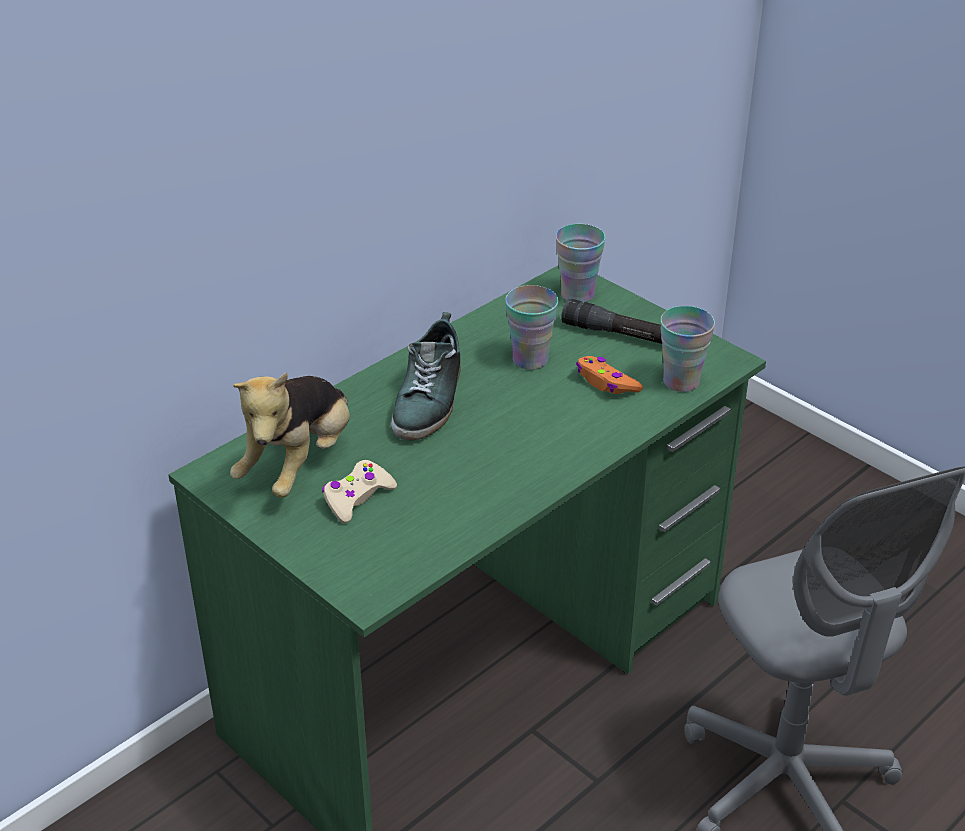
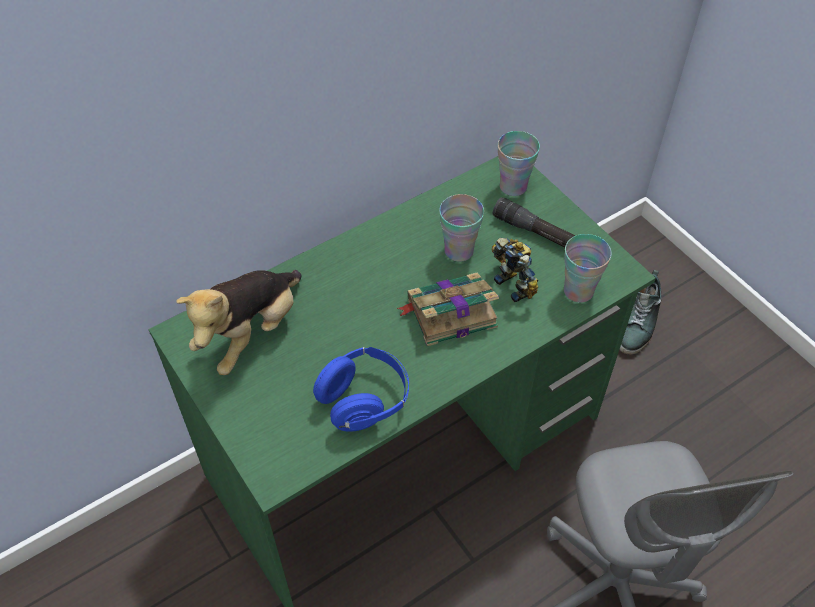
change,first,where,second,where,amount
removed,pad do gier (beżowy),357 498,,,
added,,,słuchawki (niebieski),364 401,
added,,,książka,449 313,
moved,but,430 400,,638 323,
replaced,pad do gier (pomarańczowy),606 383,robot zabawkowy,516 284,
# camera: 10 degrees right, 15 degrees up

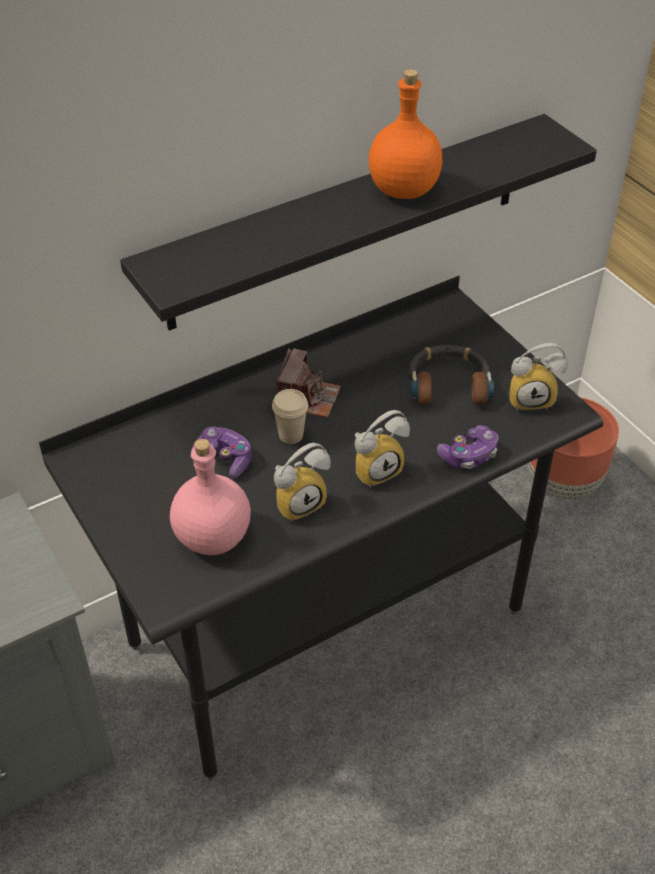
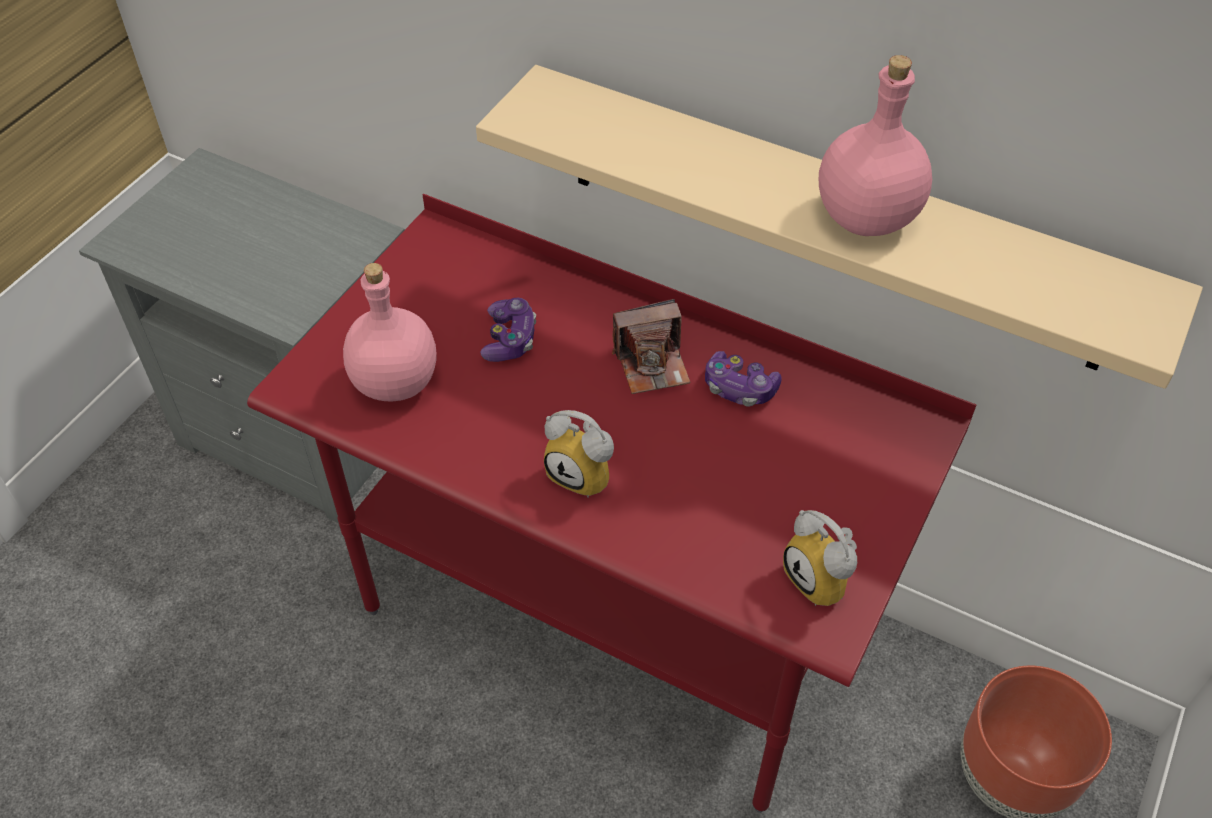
change,first,where,second,where,amount
removed,filiżanka (beżowy),291 435,,,
removed,budzik,299 502,,,
removed,słuchawki,448 384,,,
moved,pad do gier,469 455,,739 388,
recoloured,biurko (czarny),326 628,biurko (czerwony),607 622,
recoloured,półka (czarny),348 222,półka (beżowy),830 218,
recoloured,butelka (pomarańczowy),405 190,butelka (różowy),866 219,
# camera: 60 degrees right, 5 degrees up

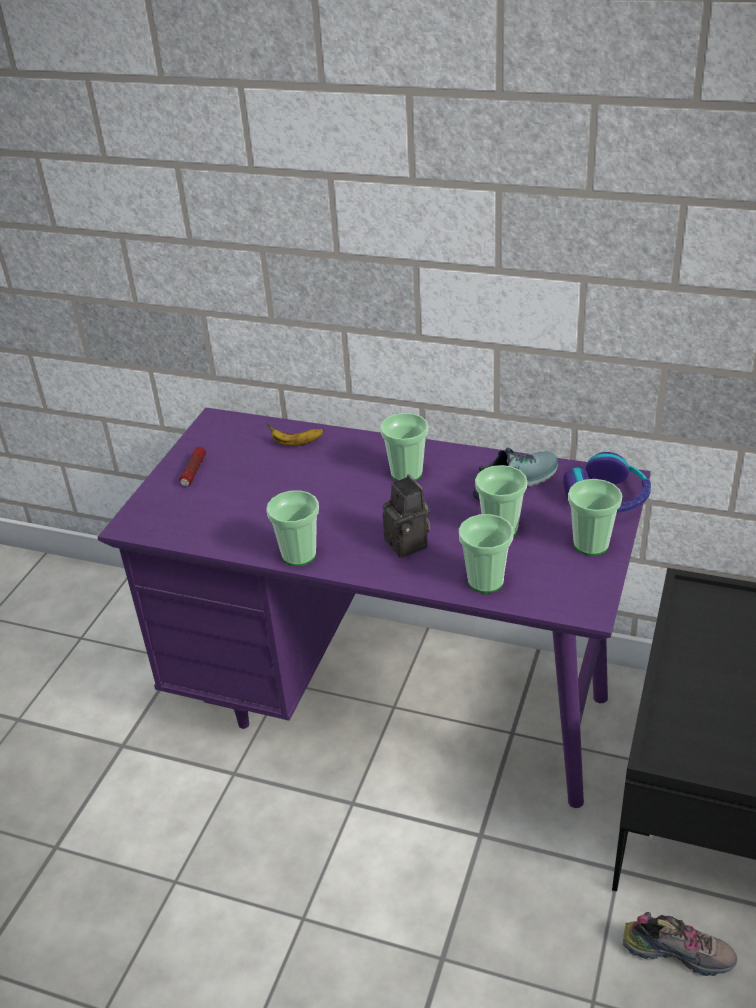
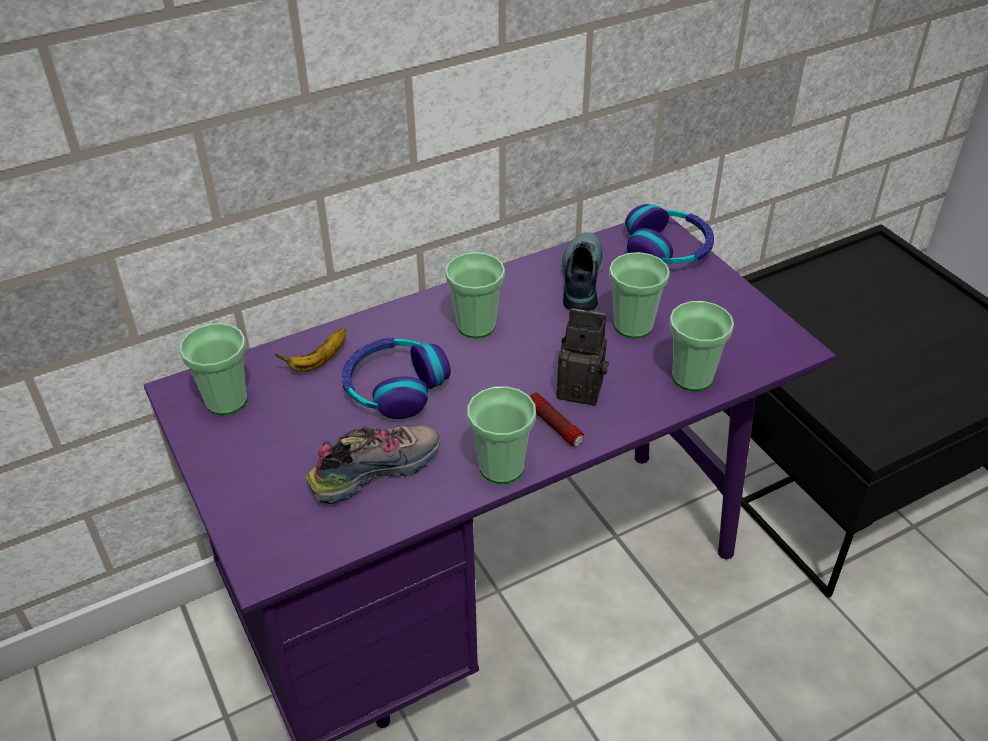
change,first,where,second,where,amount
added,,,słuchawki,394 387,
moved,latarka,193 472,,554 426,
moved,filiżanka,591 544,,226 400,
moved,but,678 951,,375 470,
# camera: 50 degrees left, 5 degrees up

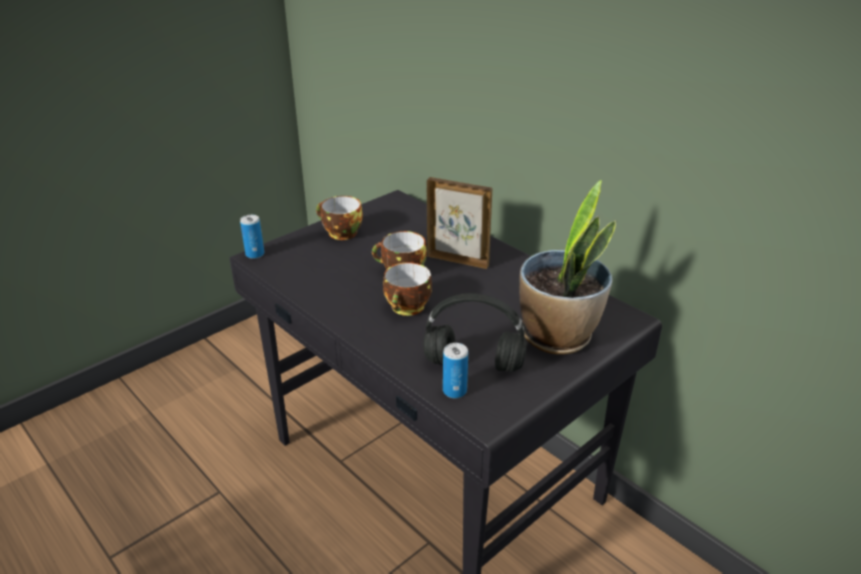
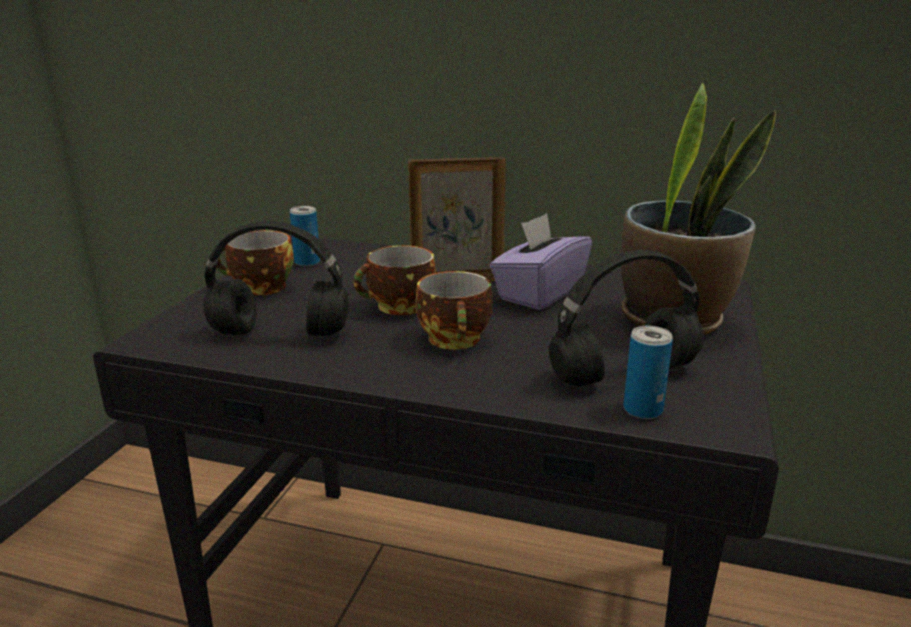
change,first,where,second,where,amount
added,,,słuchawki (czarny),282 333,
added,,,pudełko chusteczek (fioletowy),539 293,
moved,puszka,255 254,,307 262,
# camera: 30 degrees left, 10 degrees down

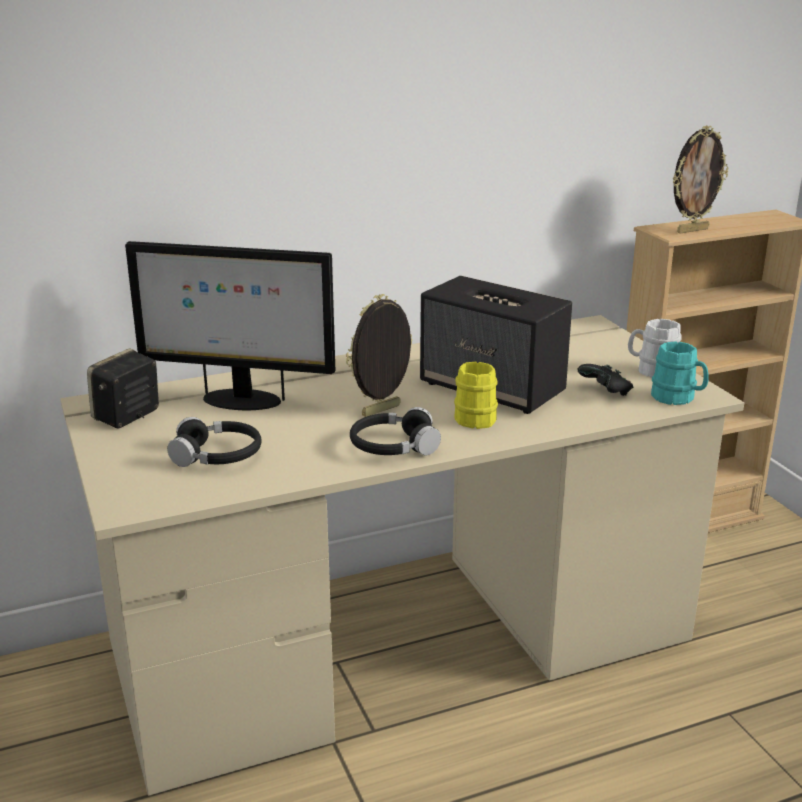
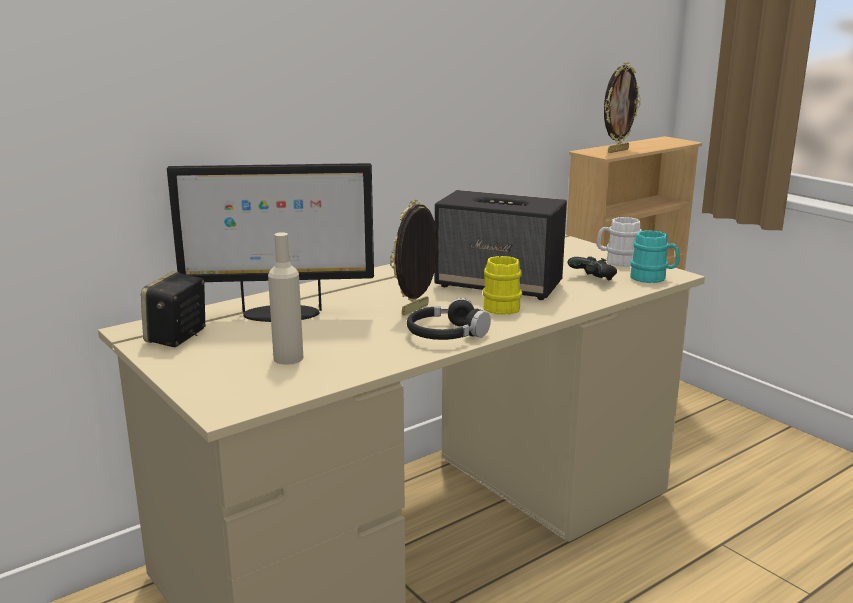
change,first,where,second,where,amount
replaced,słuchawki (czarny),217 455,butelka (beżowy),288 358,
# camera: 15 degrees left, 5 degrees down

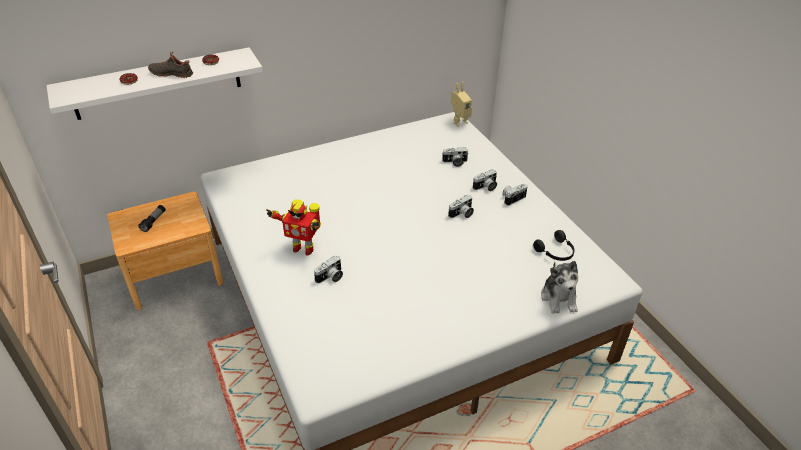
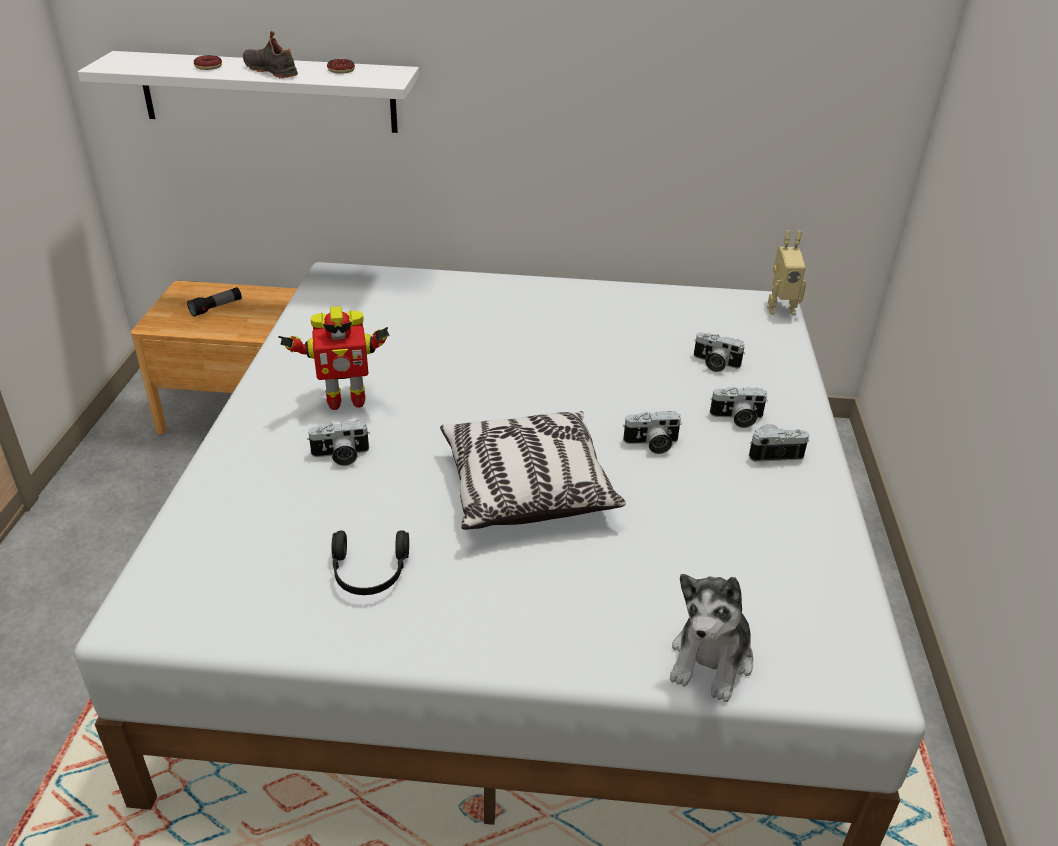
change,first,where,second,where,amount
added,,,poduszka,526 488,
moved,słuchawki (czarny),556 252,,369 573,
turned,robot zabawkowy,303 248,,344 400,60 degrees counterclockwise
# camera: 30 degrees right, 5 degrees down

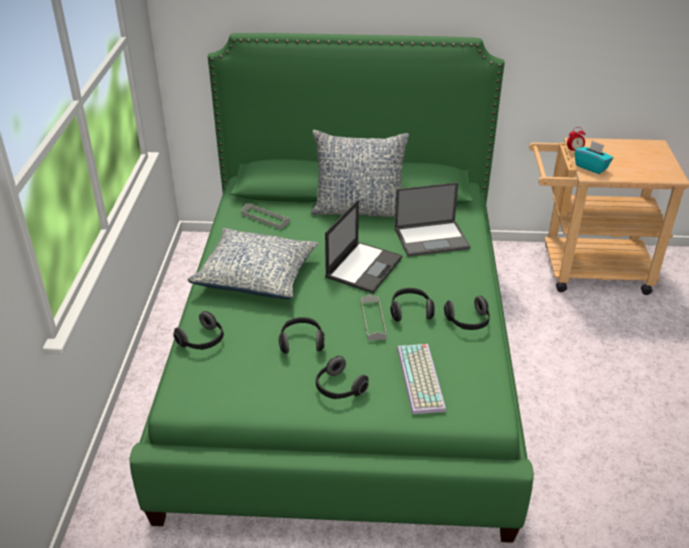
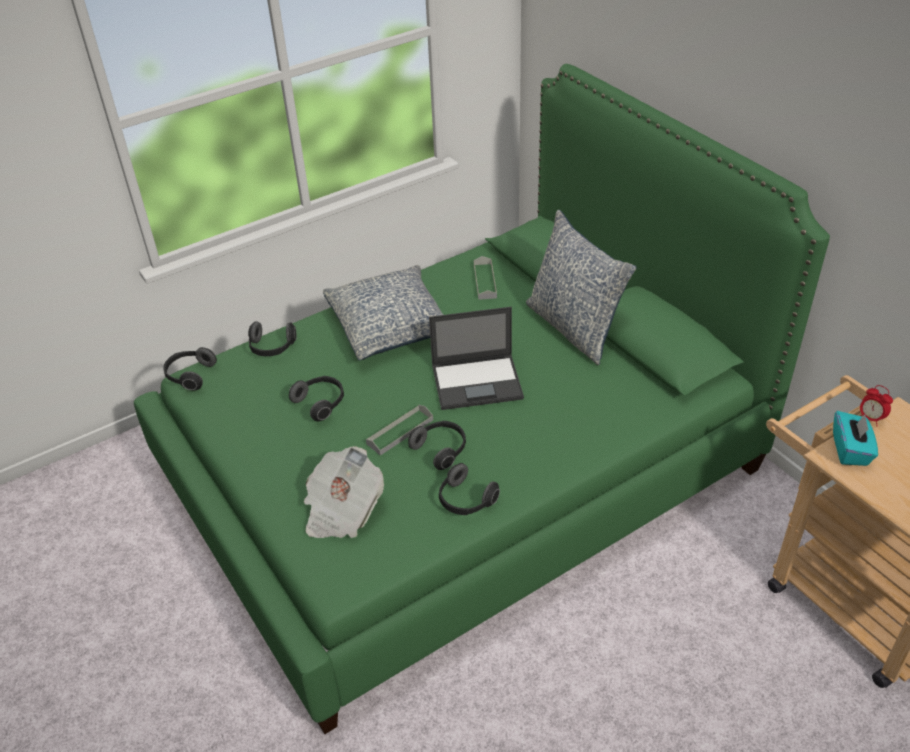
change,first,where,second,where,amount
removed,laptop,432 238,,,
moved,słuchawki,339 389,,190 376,
replaced,klawiatura,422 379,gazeta,342 510,
# camera: 55 degrees right, 5 degrees up

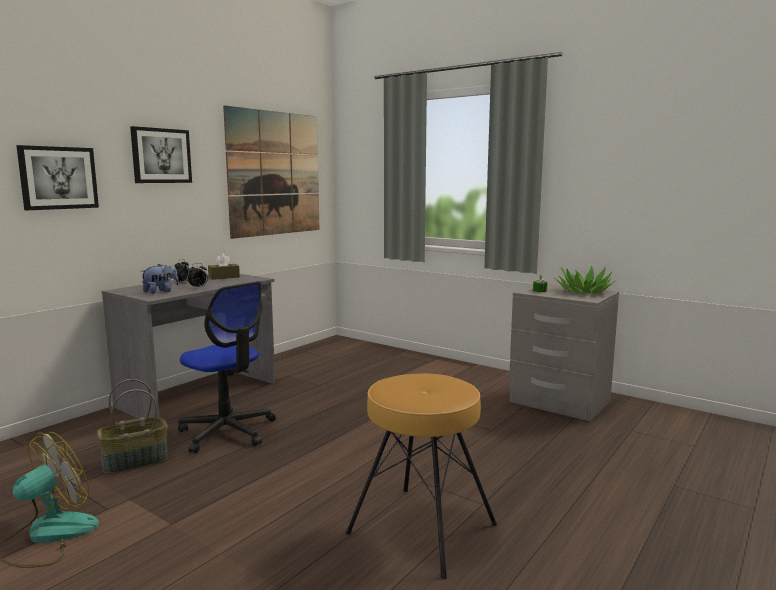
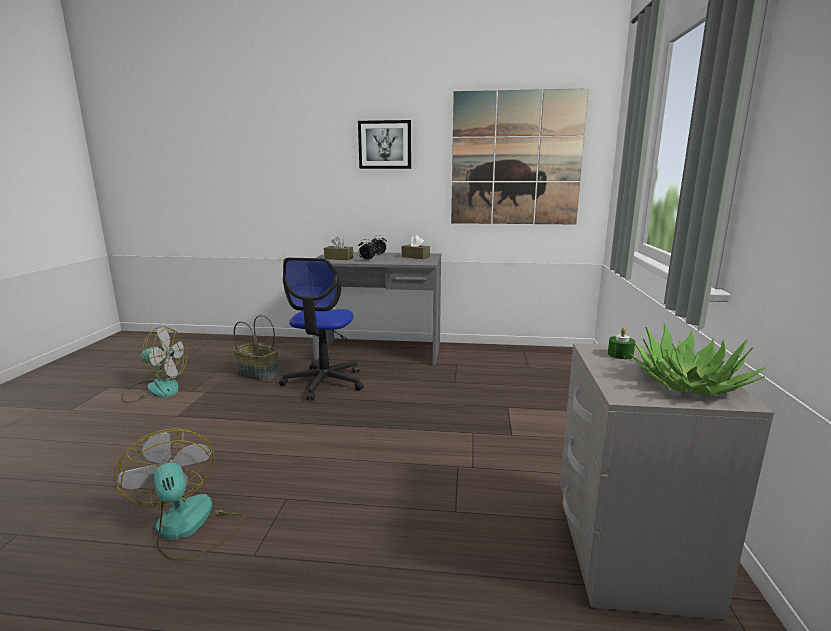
change,first,where,second,where,amount
removed,obraz,58 178,,,
replaced,pluszak,161 292,pudełko chusteczek (brązowy),339 258,
replaced,stołek (brązowy),421 529,wentylator,188 527,
# camera: 60 degrees right, 5 degrees up

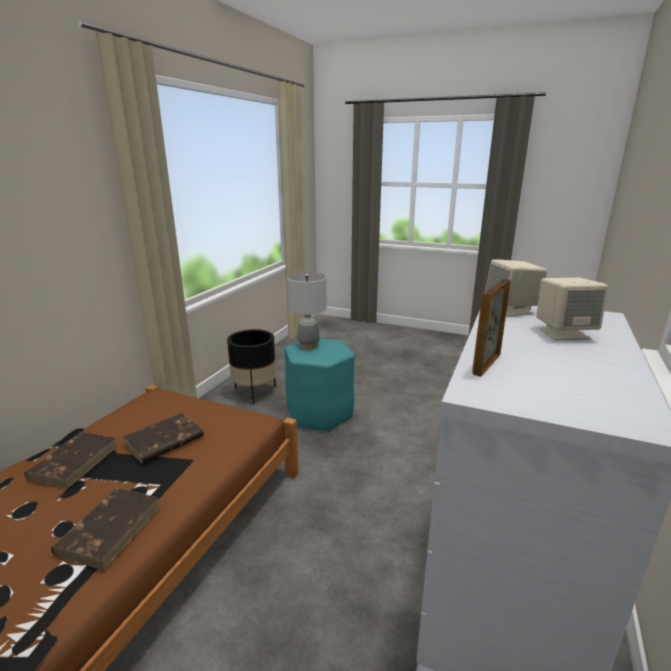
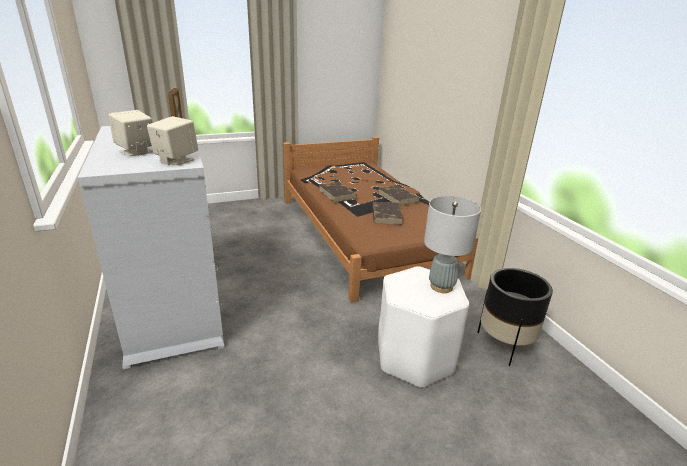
change,first,where,second,where,amount
recoloured,stołek (turkusowy),319 414,stołek (biały),415 358,
# camera: 135 degrees right, 5 degrees up

